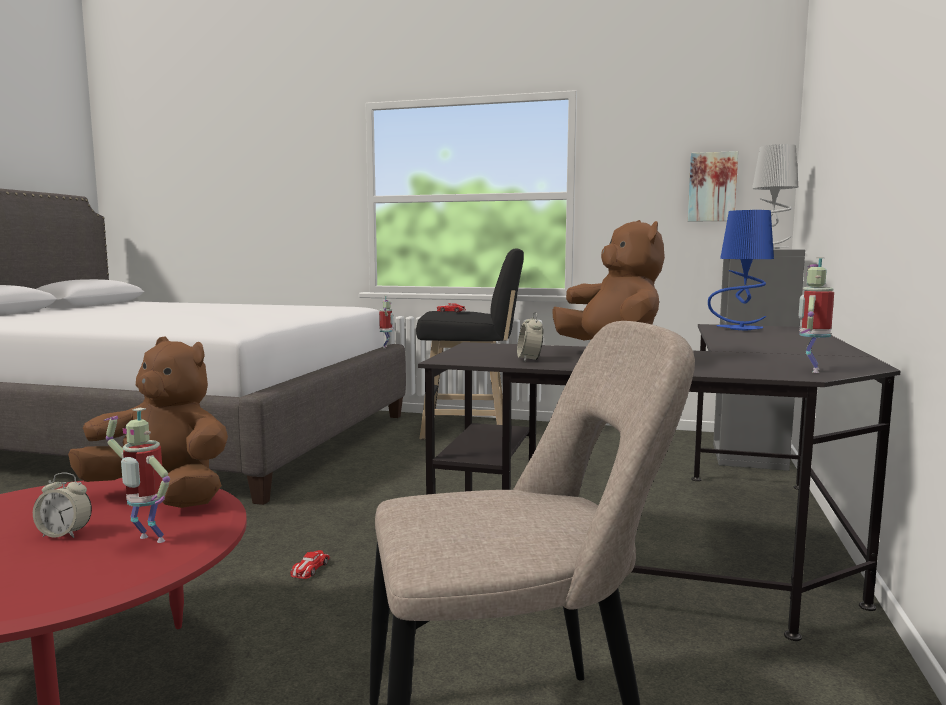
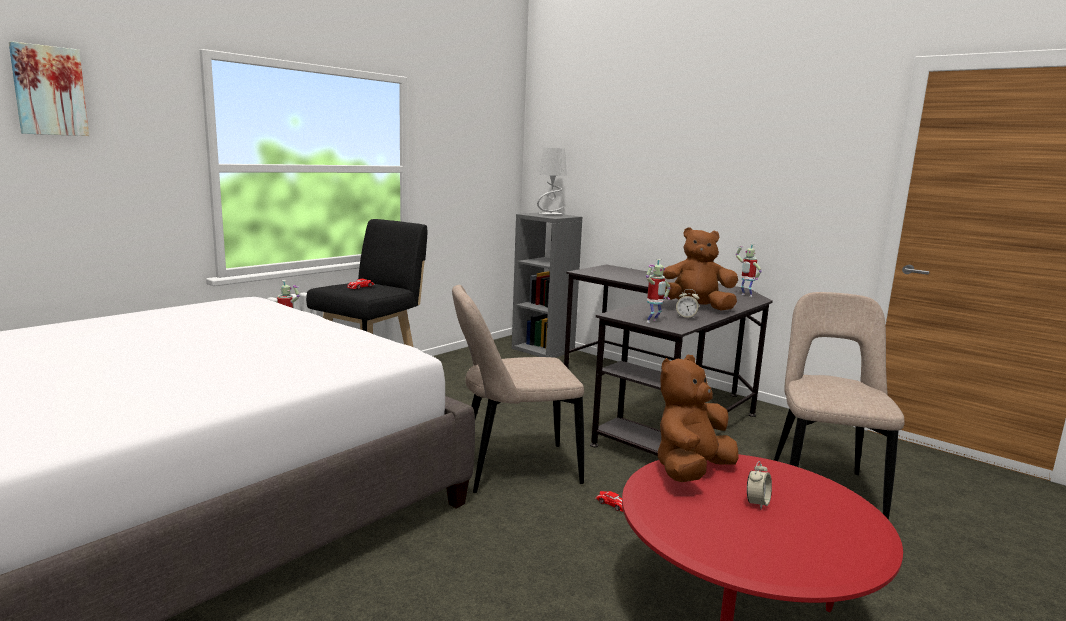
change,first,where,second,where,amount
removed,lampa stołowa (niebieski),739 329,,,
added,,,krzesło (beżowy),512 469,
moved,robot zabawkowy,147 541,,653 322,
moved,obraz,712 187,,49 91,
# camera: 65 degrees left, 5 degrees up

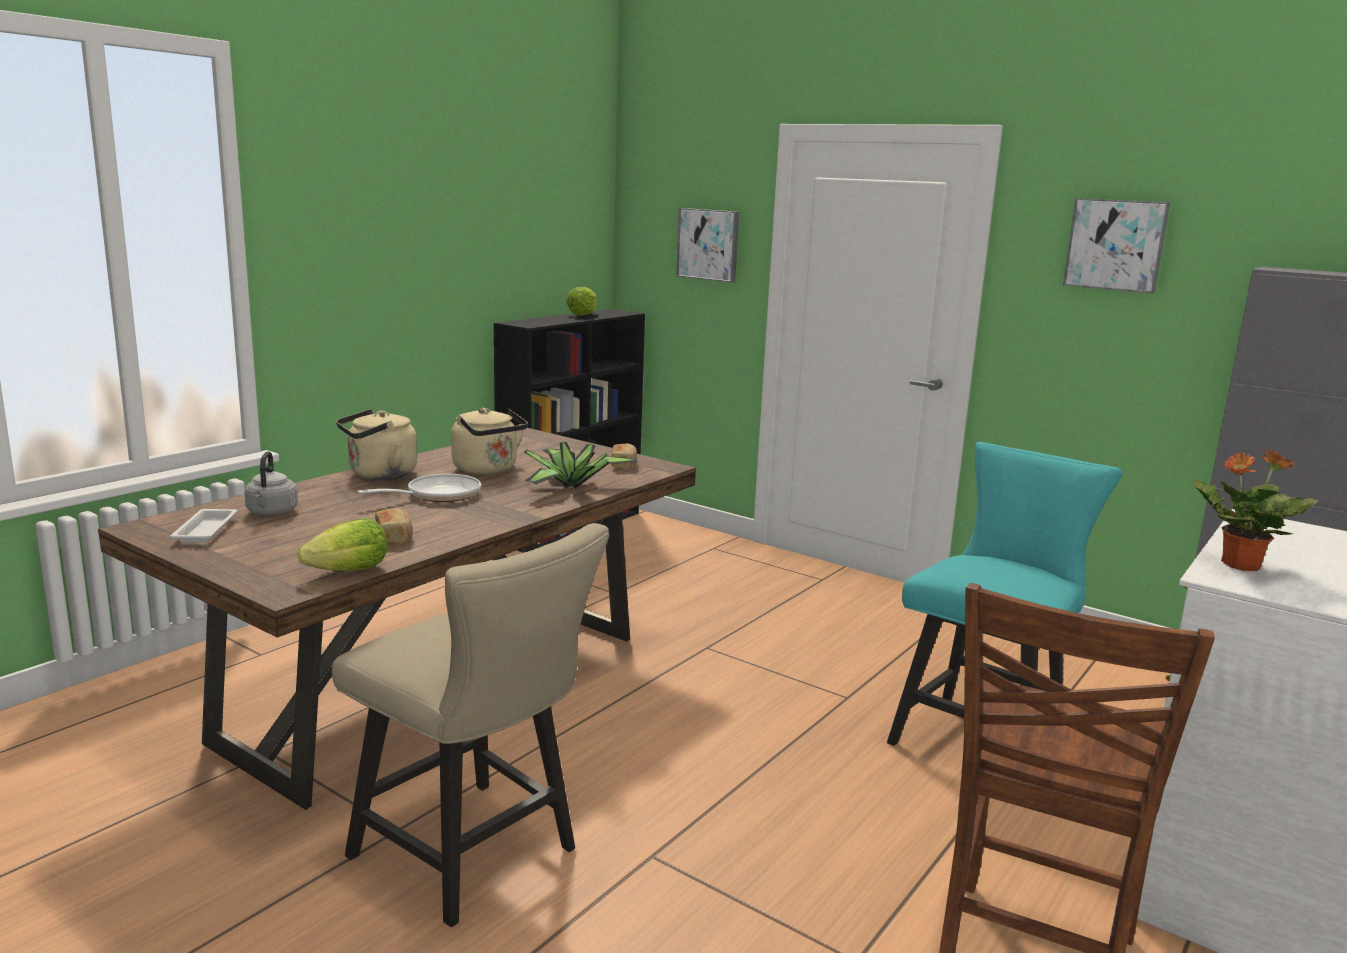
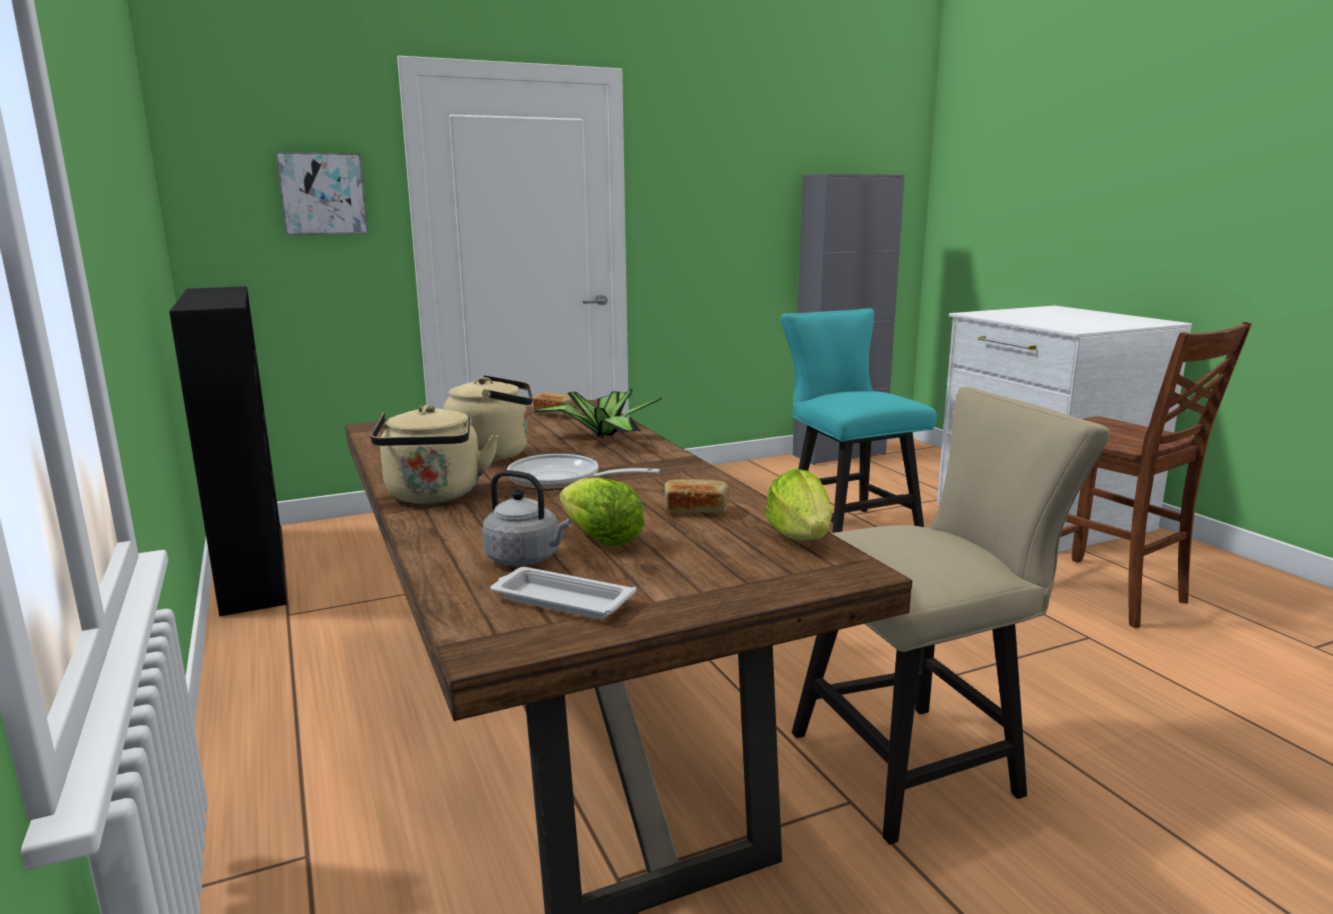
change,first,where,second,where,amount
removed,obraz,1115 245,,,
removed,roślina doniczkowa,1238 565,,,
moved,sałata,582 314,,601 539,
turned,patelnia,437 495,,562 481,60 degrees counterclockwise
# camera: 60 degrees left, 0 degrees up

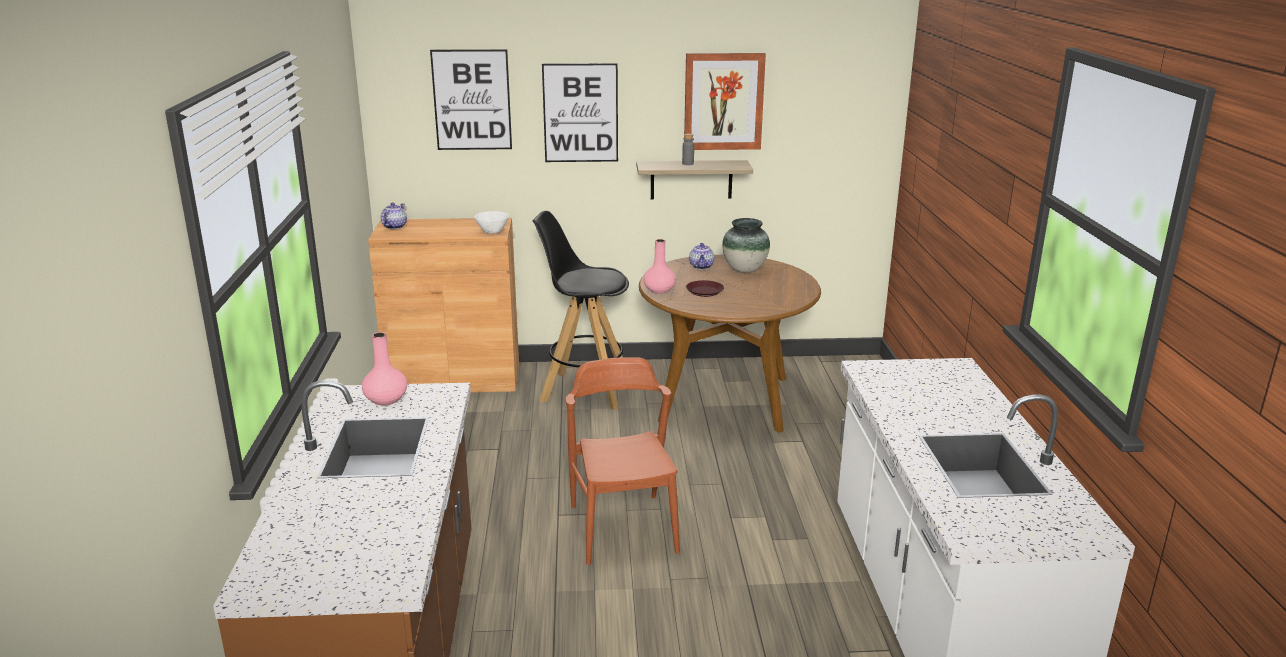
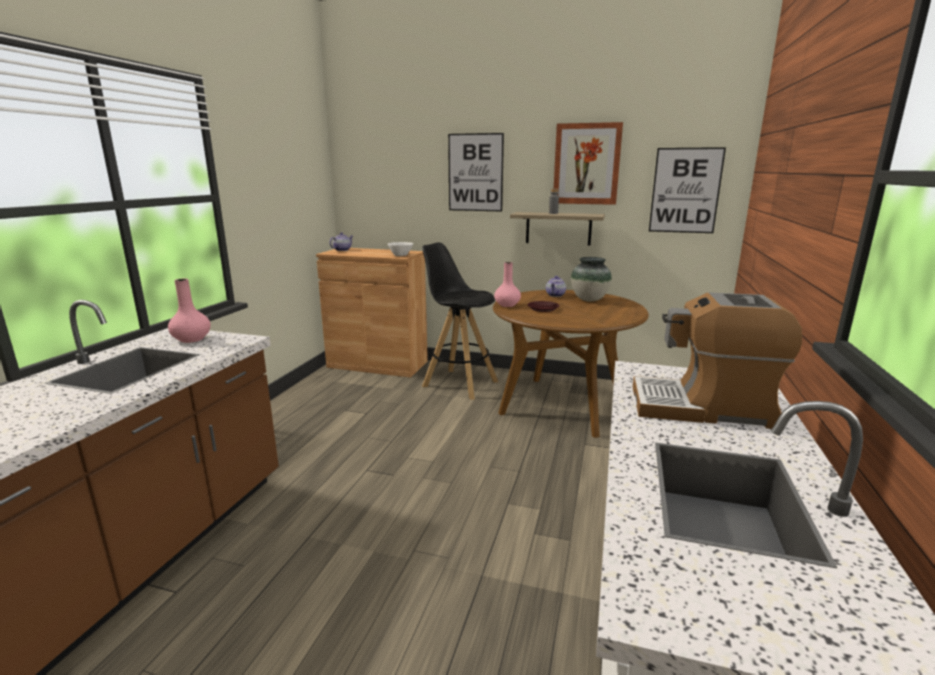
change,first,where,second,where,amount
removed,krzesło (brązowy),623 528,,,
added,,,ekspres do kawy,703 407,
moved,obraz,472 100,,685 191,
# camera: 20 degrees right, 5 degrees down

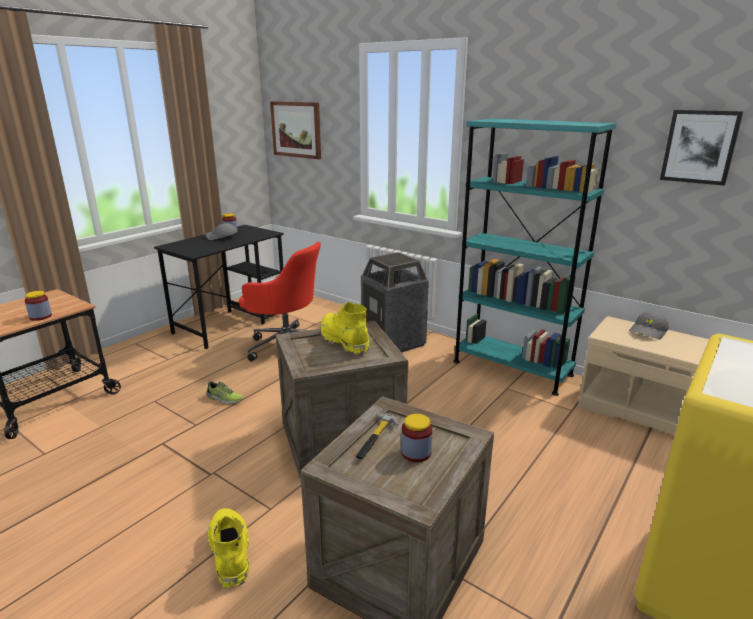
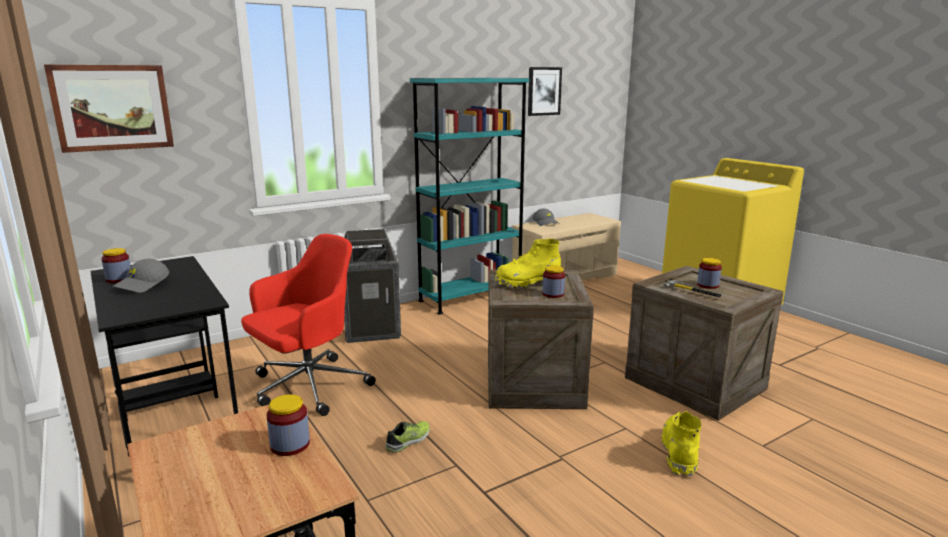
change,first,where,second,where,amount
added,,,słoik,553 294,
turned,but z cholewką (żółty),230 553,,680 452,105 degrees clockwise
# camera: 70 degrees left, 5 degrees down

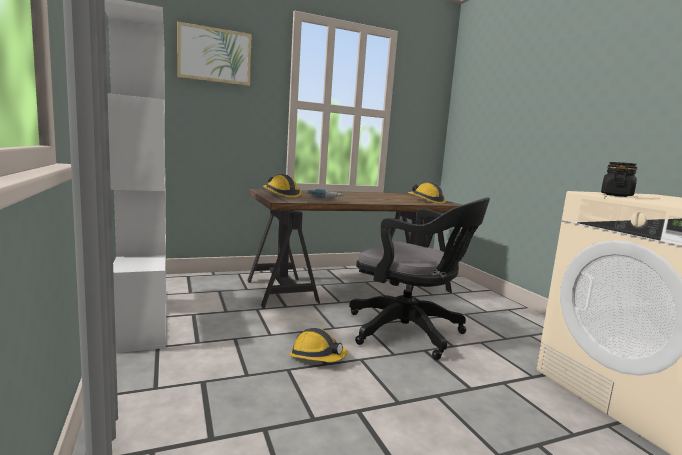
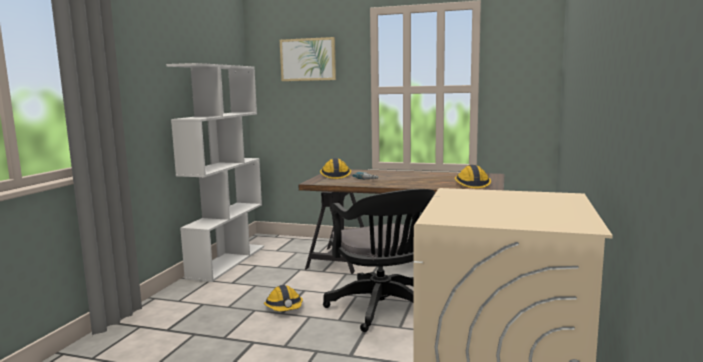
change,first,where,second,where,amount
removed,słoik (czarny),616 195,,,
# camera: 40 degrees right, 0 degrees up

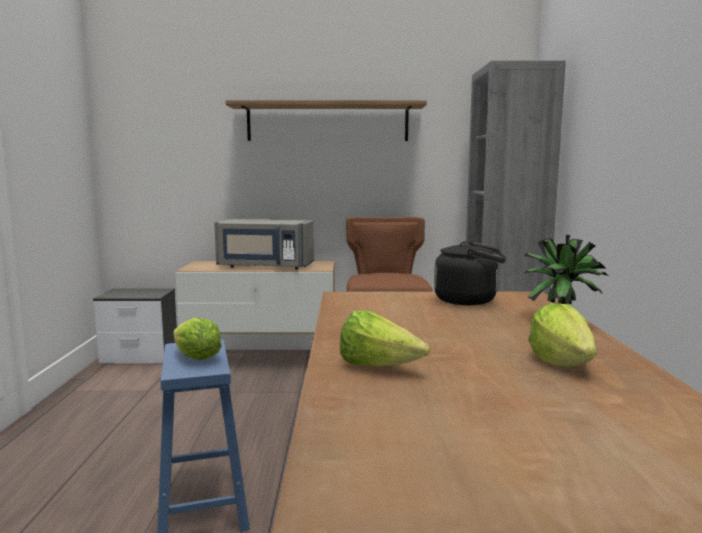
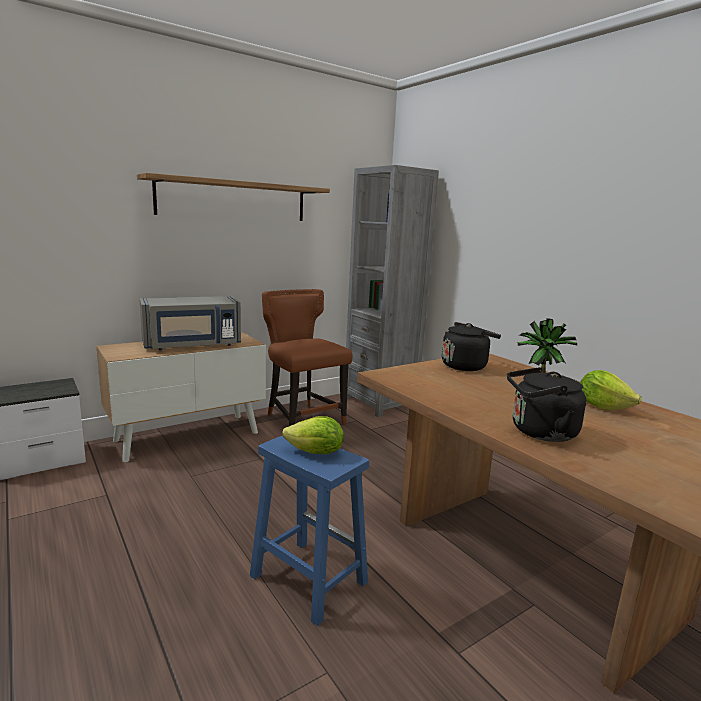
change,first,where,second,where,amount
replaced,sałata,378 367,czajnik (czarny),539 432,
# camera: 35 degrees left, 5 degrees up

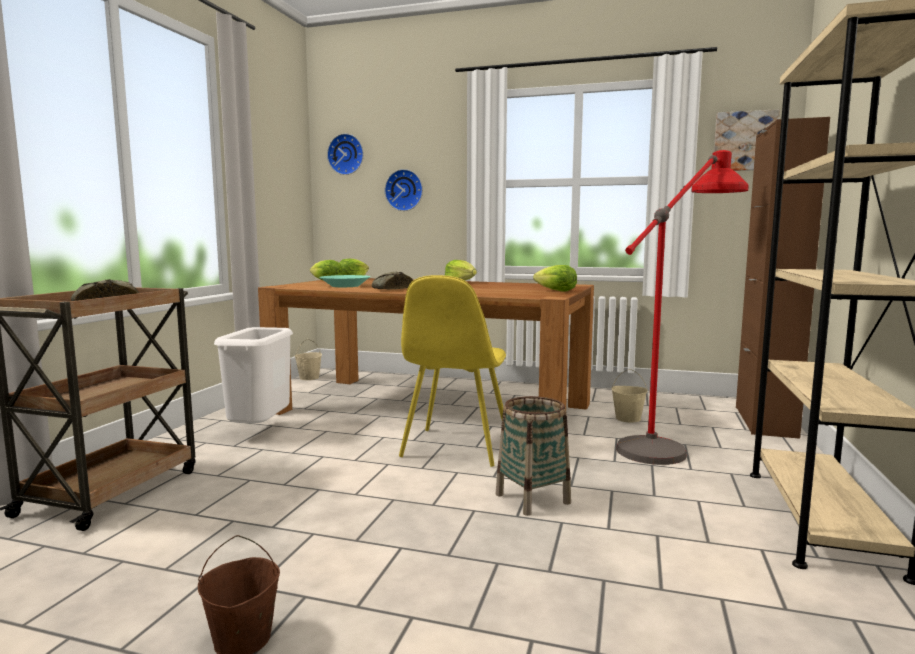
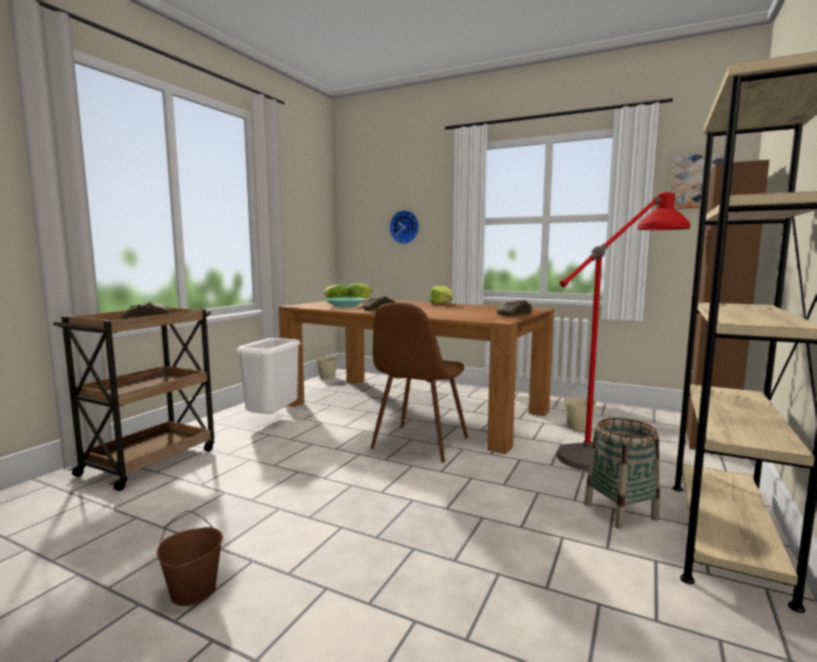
change,first,where,second,where,amount
removed,zegar ścienny,346 154,,,
moved,koszyk,532 499,,620 512,
replaced,sałata,556 291,chleb,513 315,
recoloured,krzesło (żółty),455 448,krzesło (brązowy),419 444,
# camera: 10 degrees right, 0 degrees up

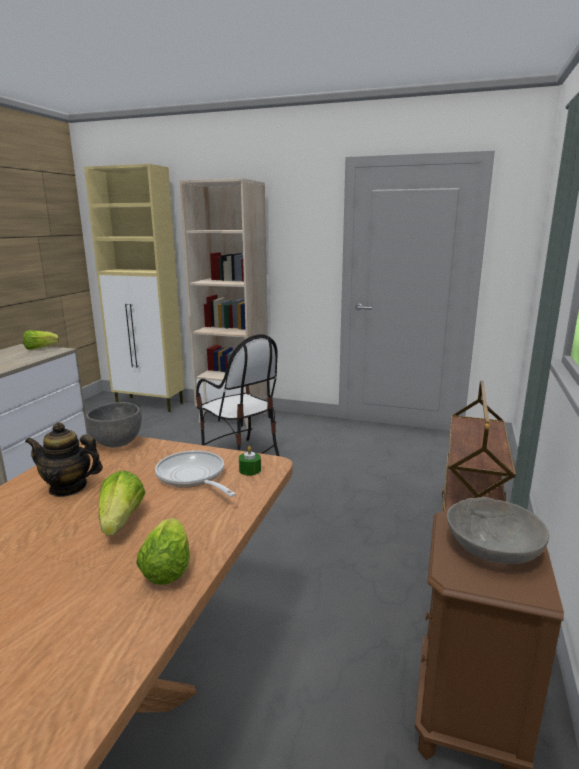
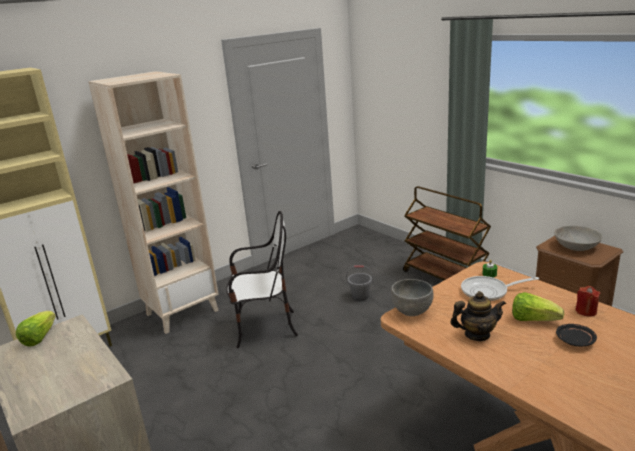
change,first,where,second,where,amount
added,,,wiadro (szary),360 296,
added,,,talerz (czarny),575 340,
replaced,sałata,168 566,świeca (czerwony),586 311,
turned,imbryk,68 488,,477 334,135 degrees counterclockwise
# camera: 55 degrees left, 5 degrees up

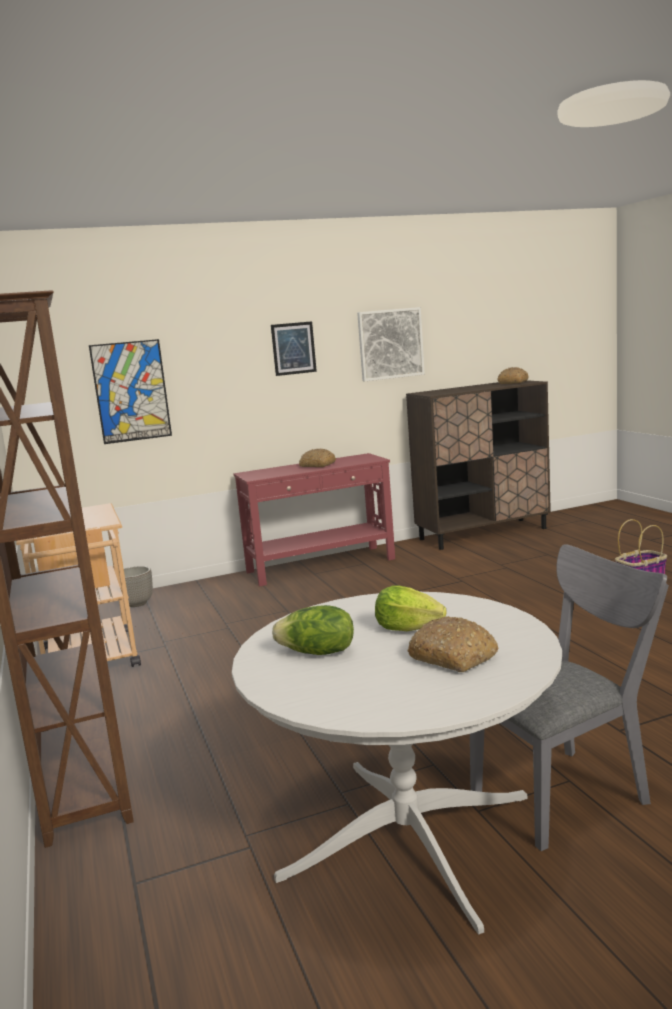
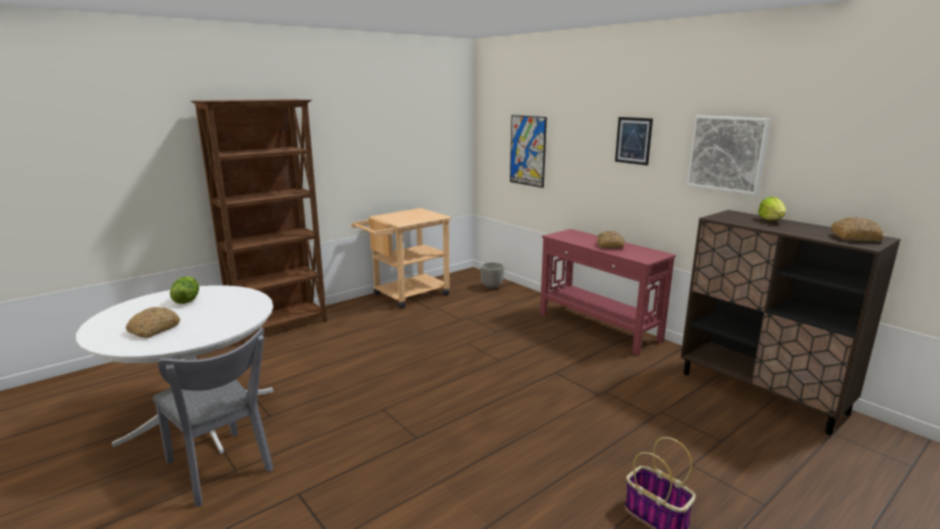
change,first,where,second,where,amount
moved,sałata,407 628,,771 220,
# camera: 70 degrees right, 5 degrees up

